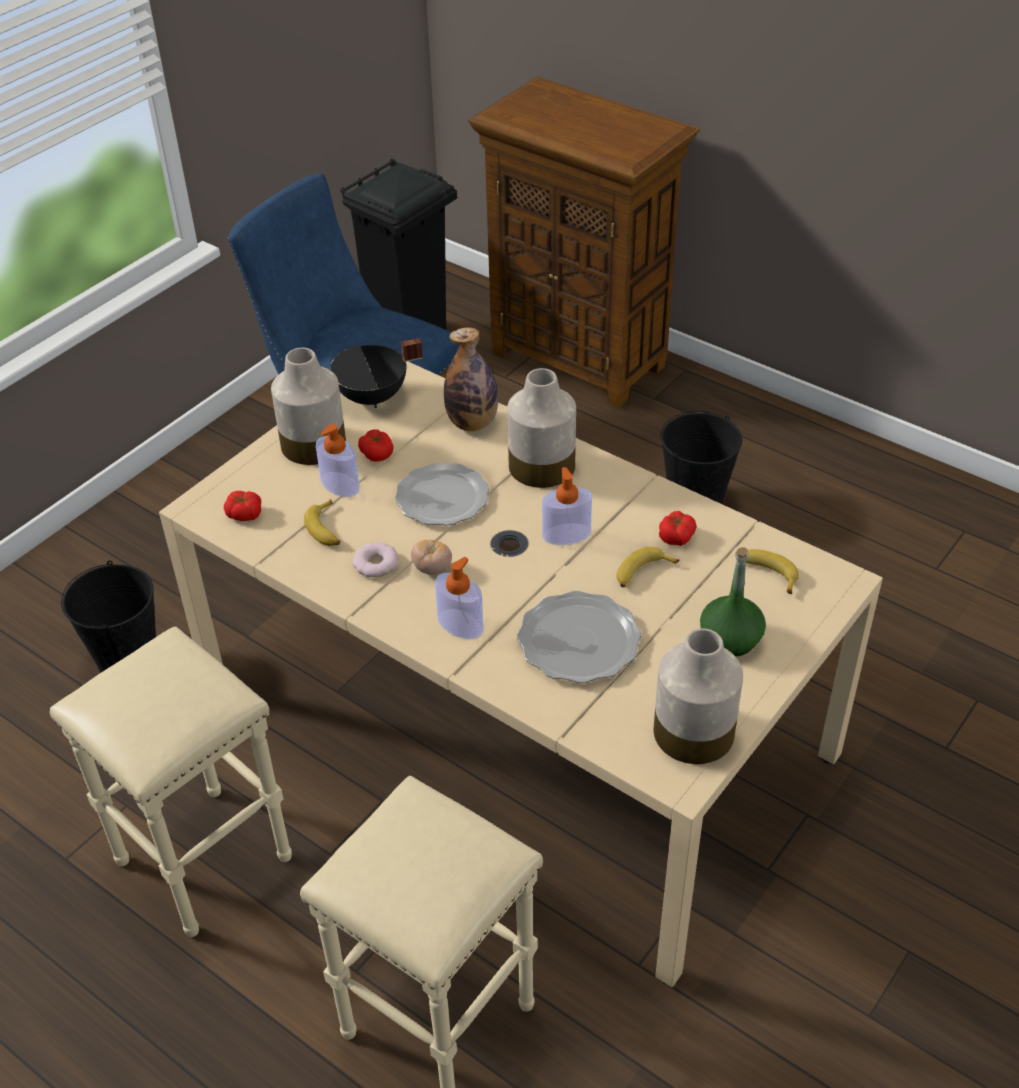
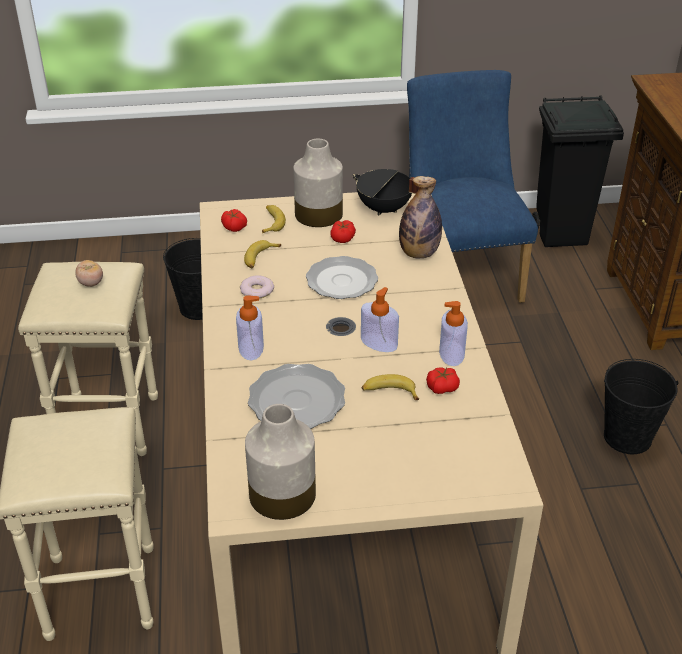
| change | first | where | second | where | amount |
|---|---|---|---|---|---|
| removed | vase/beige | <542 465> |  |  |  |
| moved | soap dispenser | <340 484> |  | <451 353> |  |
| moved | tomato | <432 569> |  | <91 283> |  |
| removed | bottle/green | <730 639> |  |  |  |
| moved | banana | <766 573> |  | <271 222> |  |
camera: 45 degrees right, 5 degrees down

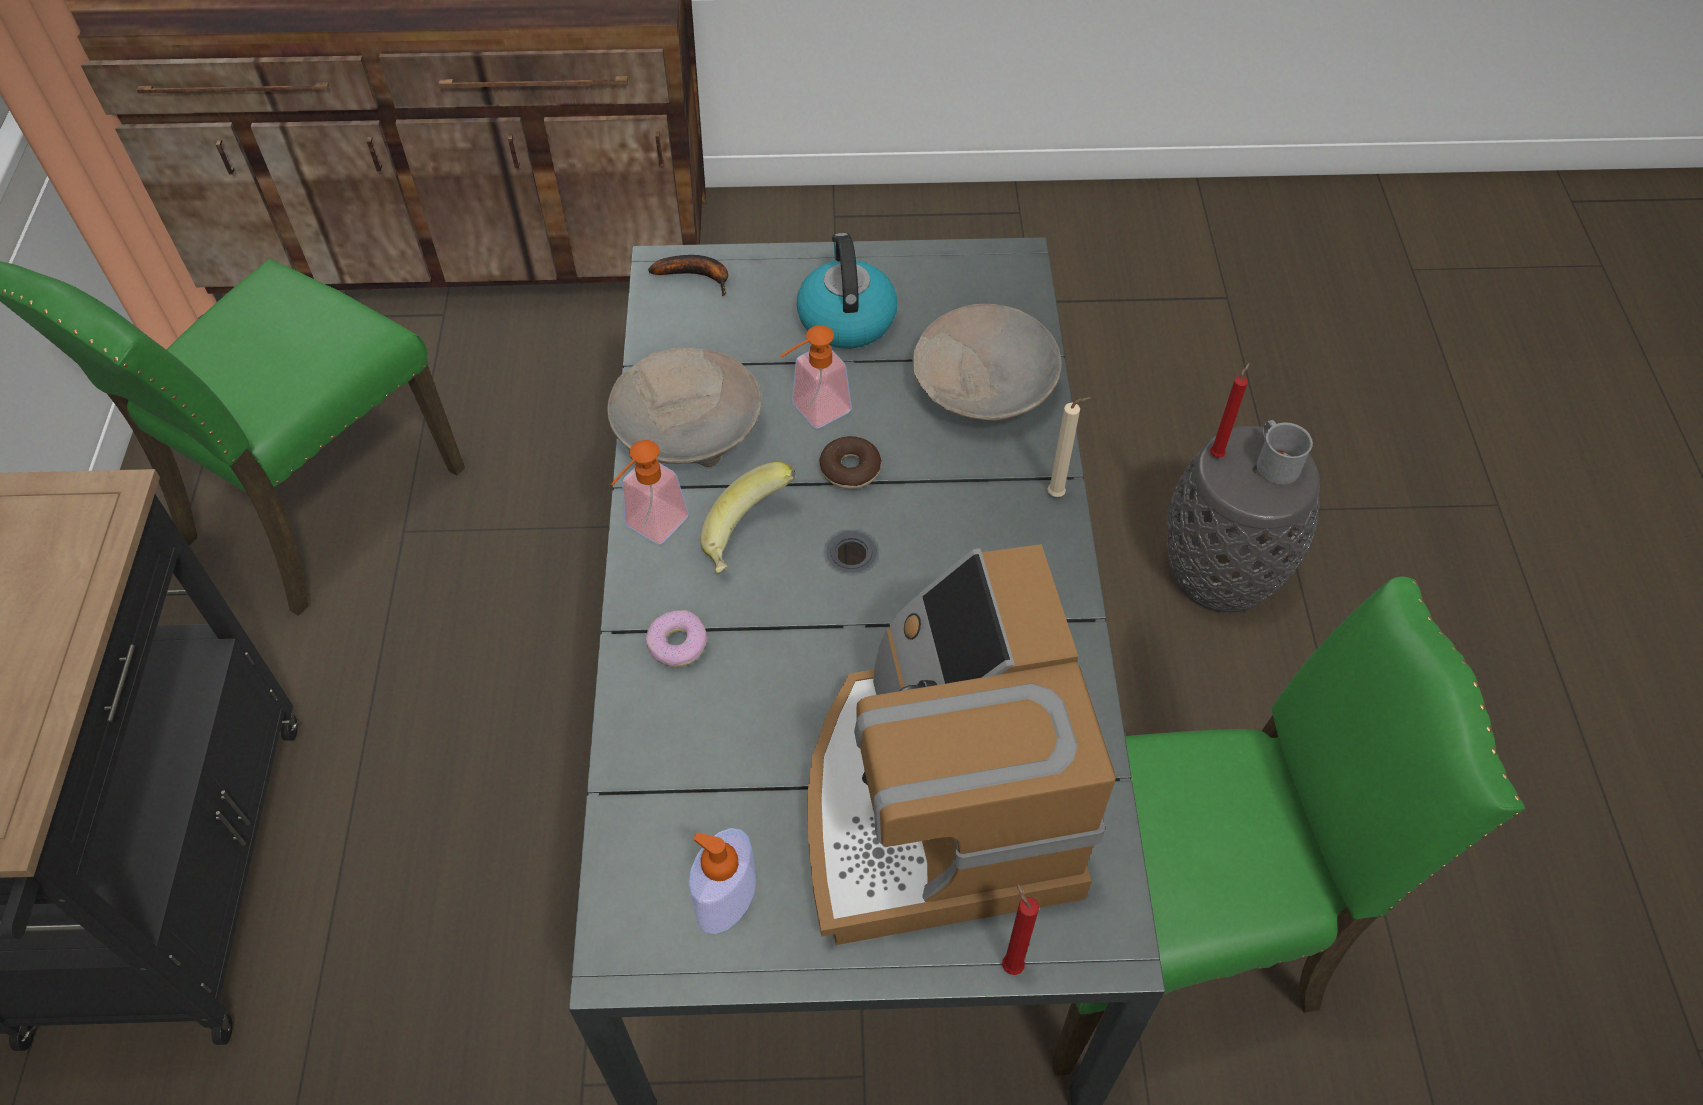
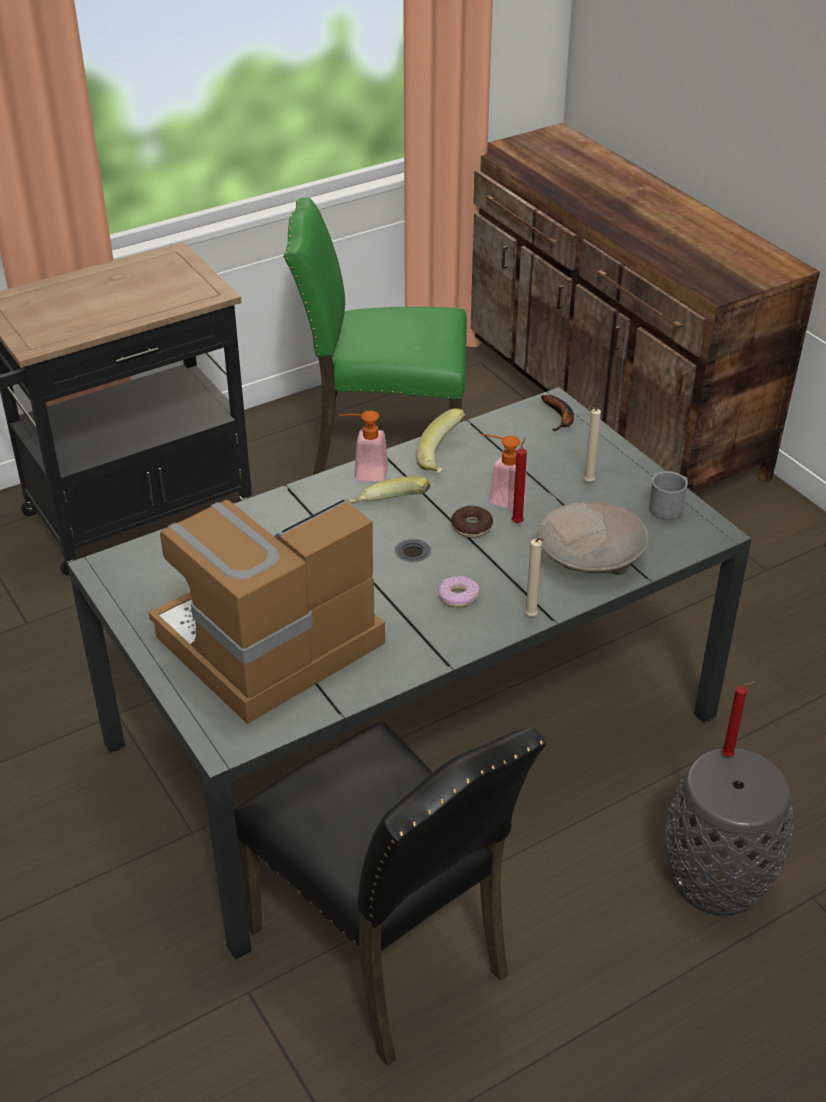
| change | first | where | second | where | amount |
|---|---|---|---|---|---|
| replaced | kettle | <846 318> | candle/beige | <587 482> |  |
| replaced | bowl/beige | <688 429> | banana | <444 459> |  |
| moved | mug/grey | <1274 462> |  | <669 506> |  |
| recoloured | chair/green | <1165 934> | chair/black | <385 952> |  |
| moved | donut | <677 644> |  | <458 596> |  |
| removed | soap dispenser | <726 897> |  |  |  |
| moved | candle/red | <1010 964> |  | <518 521> |  |
camera: 60 degrees right, 15 degrees down

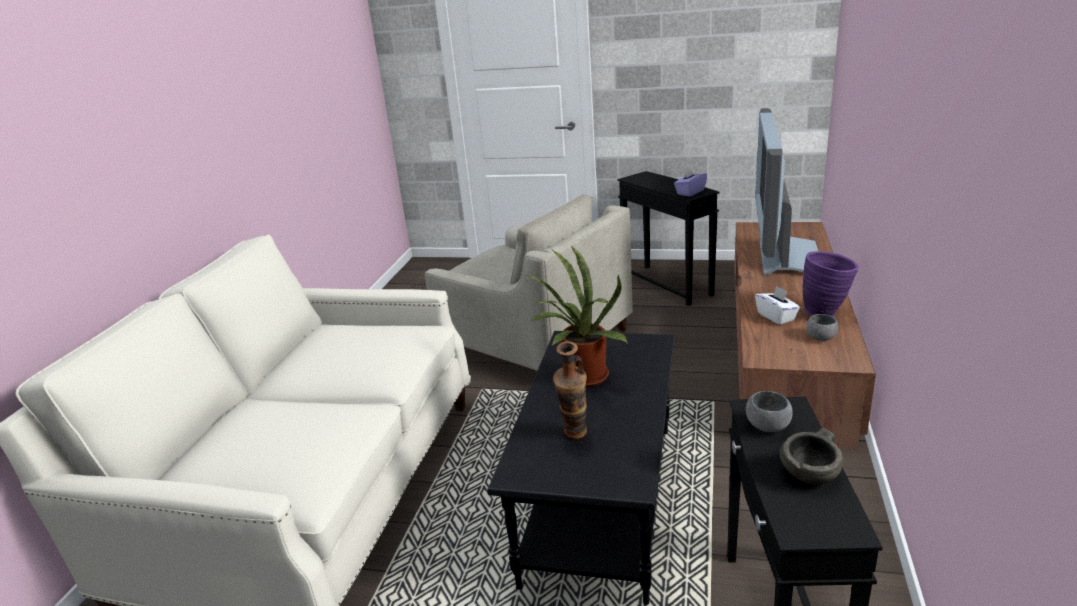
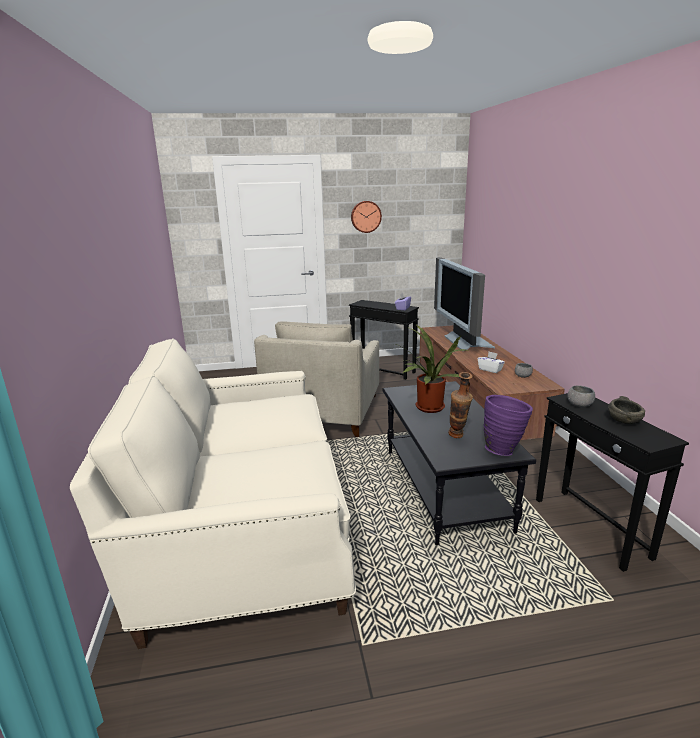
| change | first | where | second | where | amount |
|---|---|---|---|---|---|
| turned | armchair/beige | <533 342> |  | <325 411> | 90 degrees clockwise |
| moved | vase/purple | <826 313> |  | <503 449> |  |
| added |  |  | wall clock | <365 216> |  |
camera: 25 degrees left, 5 degrees down

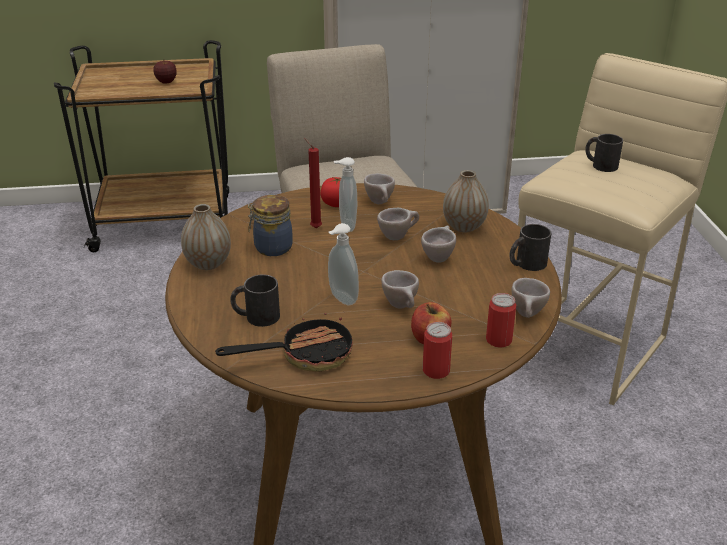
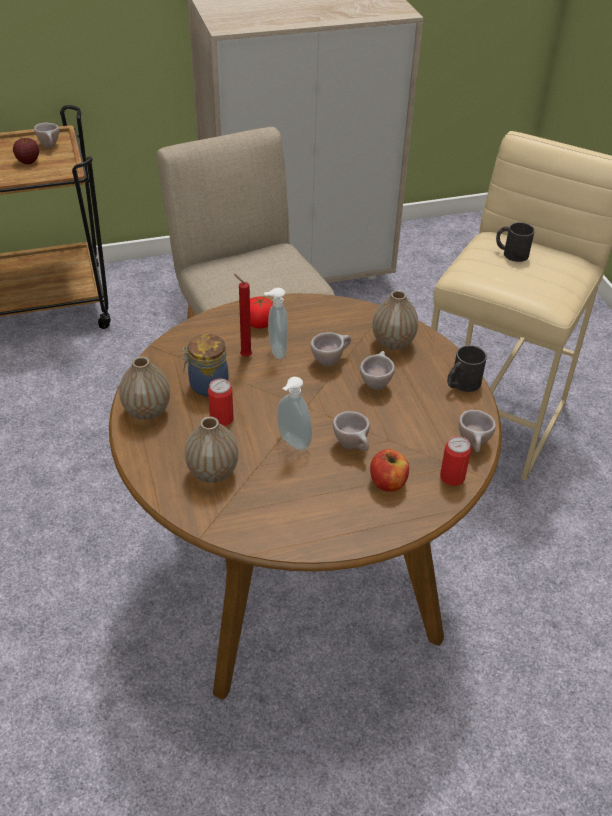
| change | first | where | second | where | amount |
|---|---|---|---|---|---|
| moved | cup/beige | <381 203> |  | <50 146> |  |
| replaced | mug/black | <256 316> | vase | <212 472> |  |
| removed | frying pan | <305 355> |  |  |  |
| moved | can | <436 370> |  | <221 419> |  |
camera: 10 degrees left, 10 degrees up

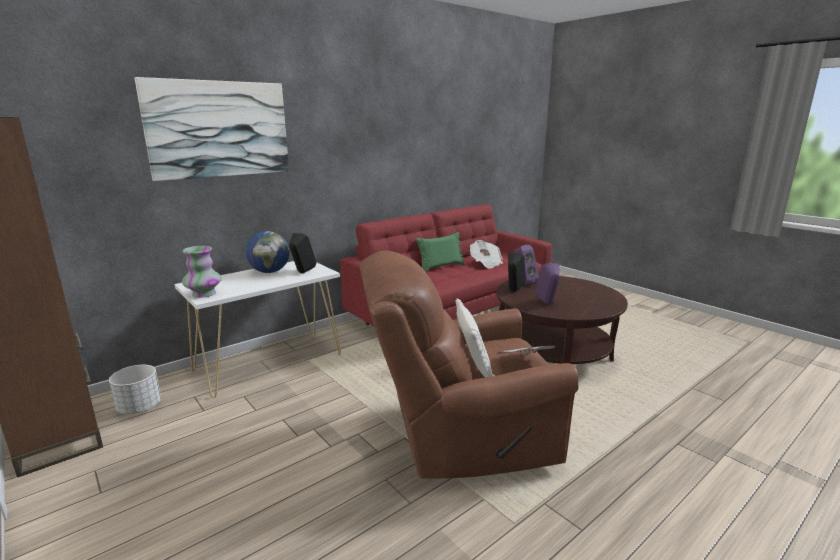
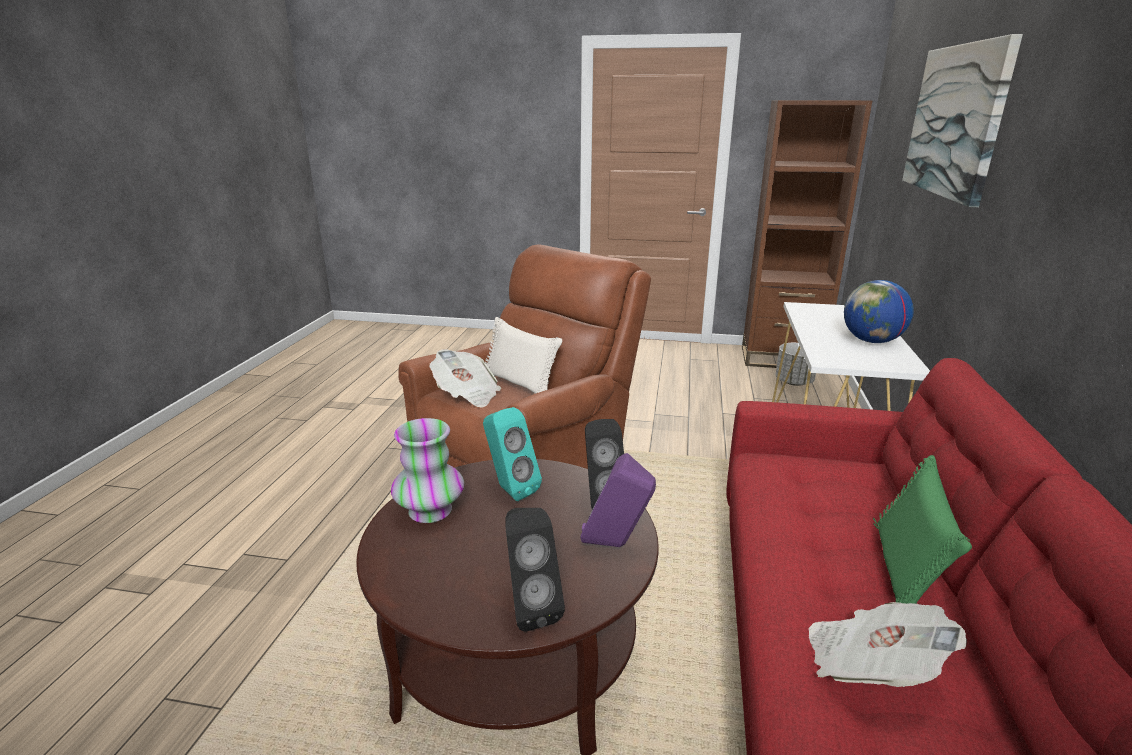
| change | first | where | second | where | amount |
|---|---|---|---|---|---|
| moved | speaker/black | <302 273> |  | <529 608> |  |
| moved | vase | <204 294> |  | <430 511> |  |
| recoloured | speaker/purple | <547 304> | speaker/turquoise | <509 490> |  |
camera: 140 degrees right, 5 degrees up

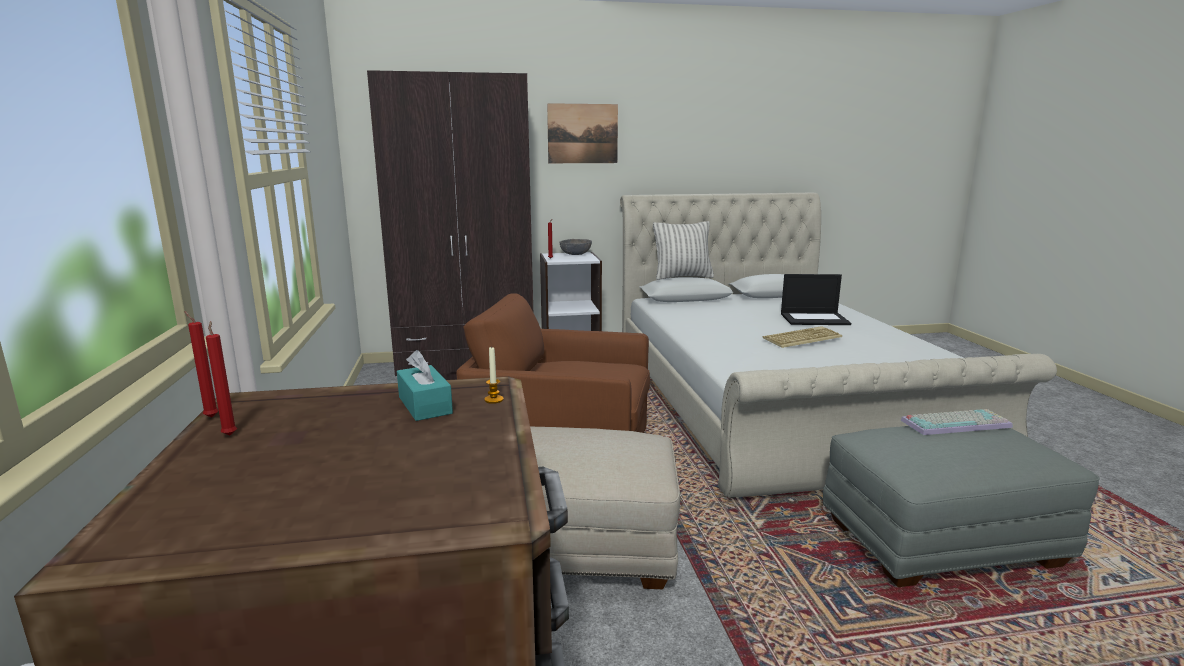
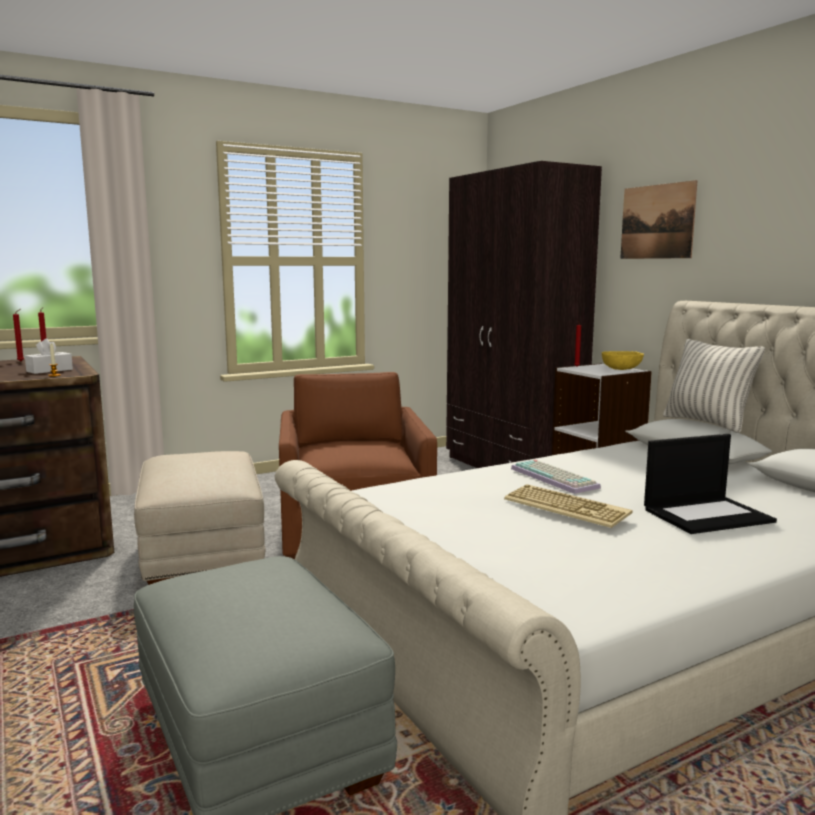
| change | first | where | second | where | amount |
|---|---|---|---|---|---|
| recoloured | bowl/grey | <576 254> | bowl/yellow | <621 369> |  |
| turned | laptop | <815 319> |  | <708 515> | 90 degrees counterclockwise |
| recoloured | tissue box/turquoise | <425 405> | tissue box/white | <49 370> |  |
| moved | keyboard | <955 423> |  | <556 478> |  |
camera: 70 degrees right, 5 degrees down

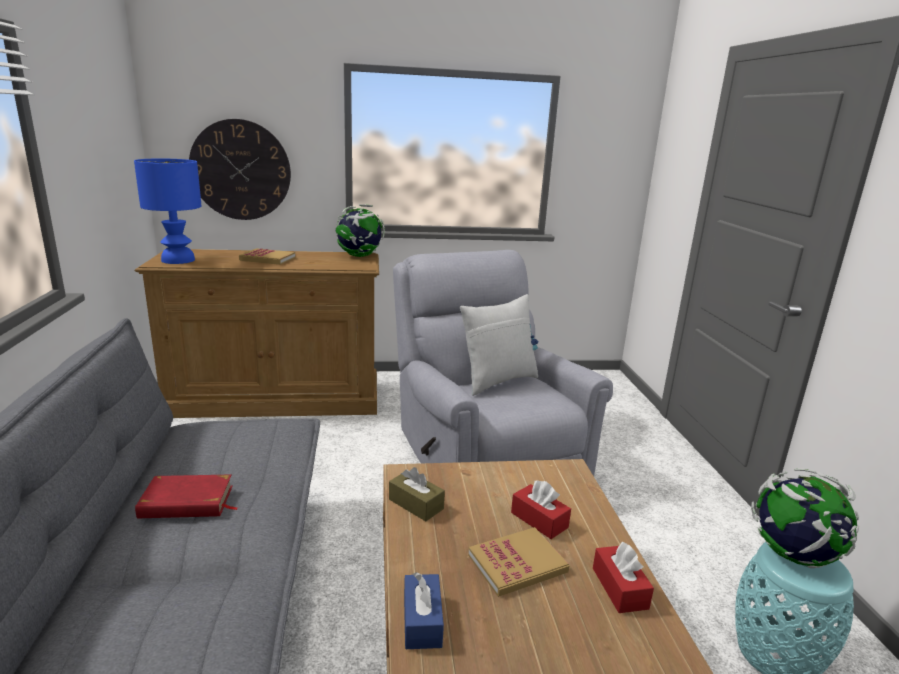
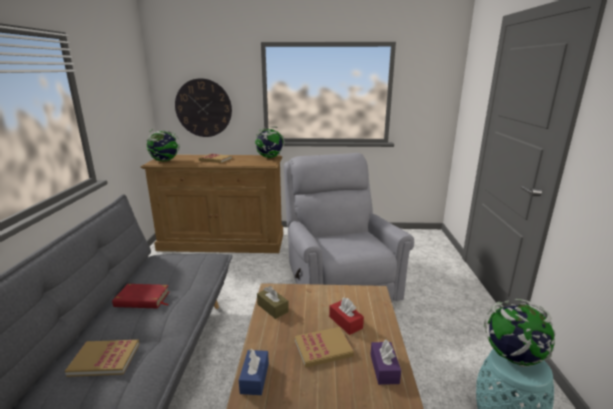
| change | first | where | second | where | amount |
|---|---|---|---|---|---|
| replaced | table lamp/blue | <177 260> | globe | <165 161> |  |
| removed | pillow/grey | <498 382> |  |  |  |
| recoloured | tissue box/red | <619 588> | tissue box/purple | <384 369> |  |
| added |  |  | book | <104 359> |  |
camera: 10 degrees right, 0 degrees up

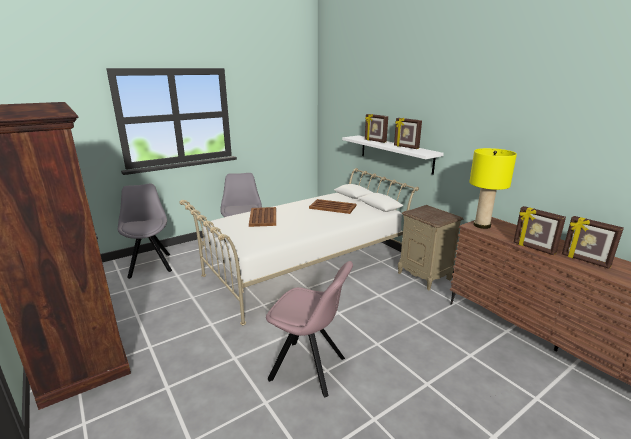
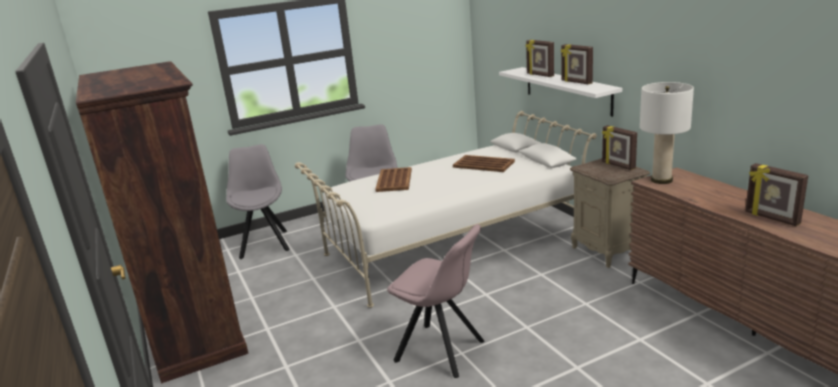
| change | first | where | second | where | amount |
|---|---|---|---|---|---|
| recoloured | table lamp/yellow | <481 225> | table lamp/white | <661 180> |  |
| moved | picture frame | <533 248> |  | <618 165> |  |
camera: 10 degrees right, 0 degrees up

